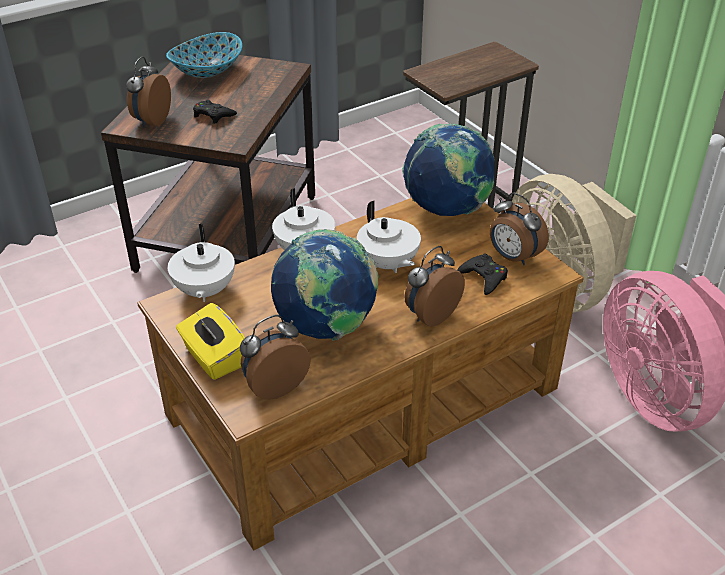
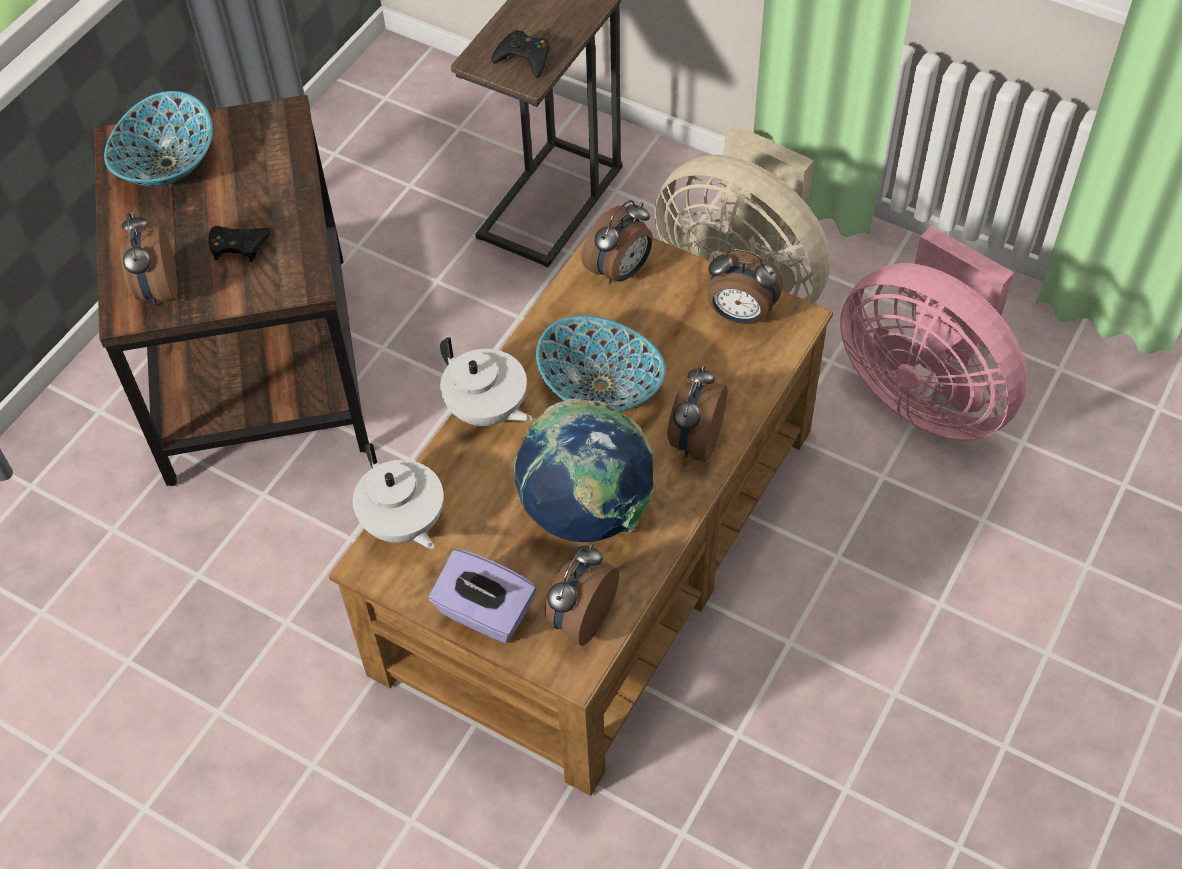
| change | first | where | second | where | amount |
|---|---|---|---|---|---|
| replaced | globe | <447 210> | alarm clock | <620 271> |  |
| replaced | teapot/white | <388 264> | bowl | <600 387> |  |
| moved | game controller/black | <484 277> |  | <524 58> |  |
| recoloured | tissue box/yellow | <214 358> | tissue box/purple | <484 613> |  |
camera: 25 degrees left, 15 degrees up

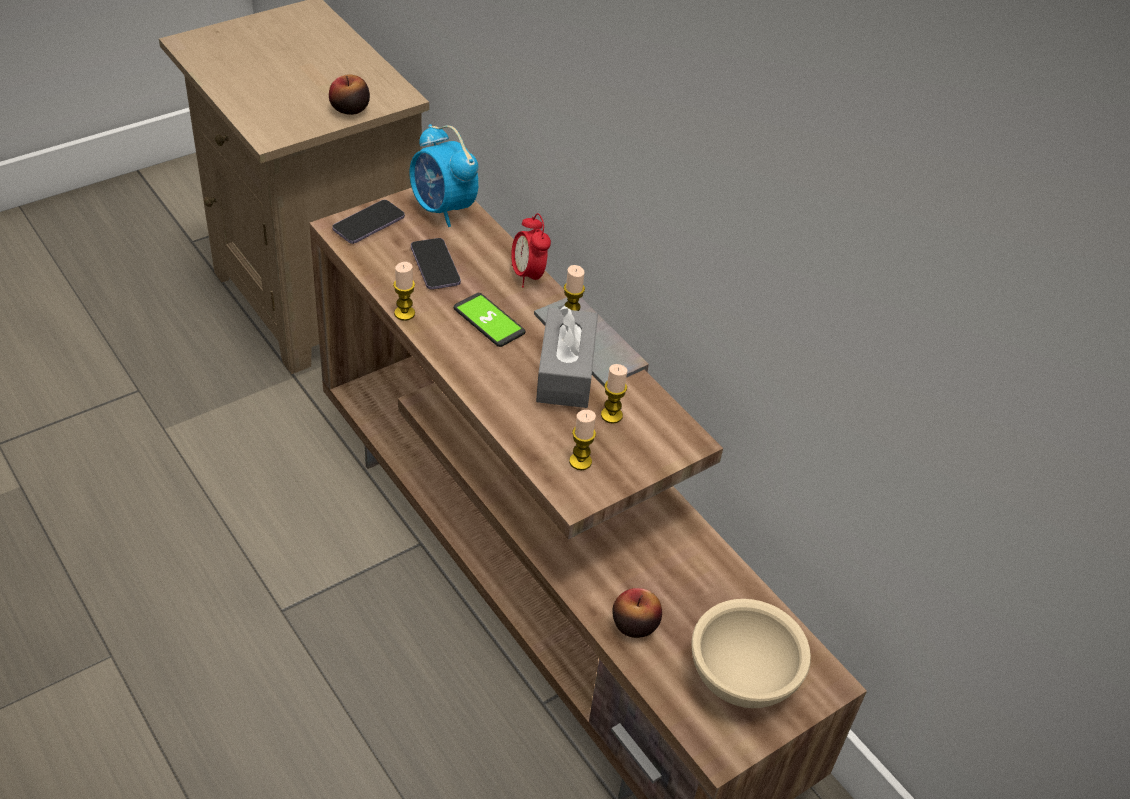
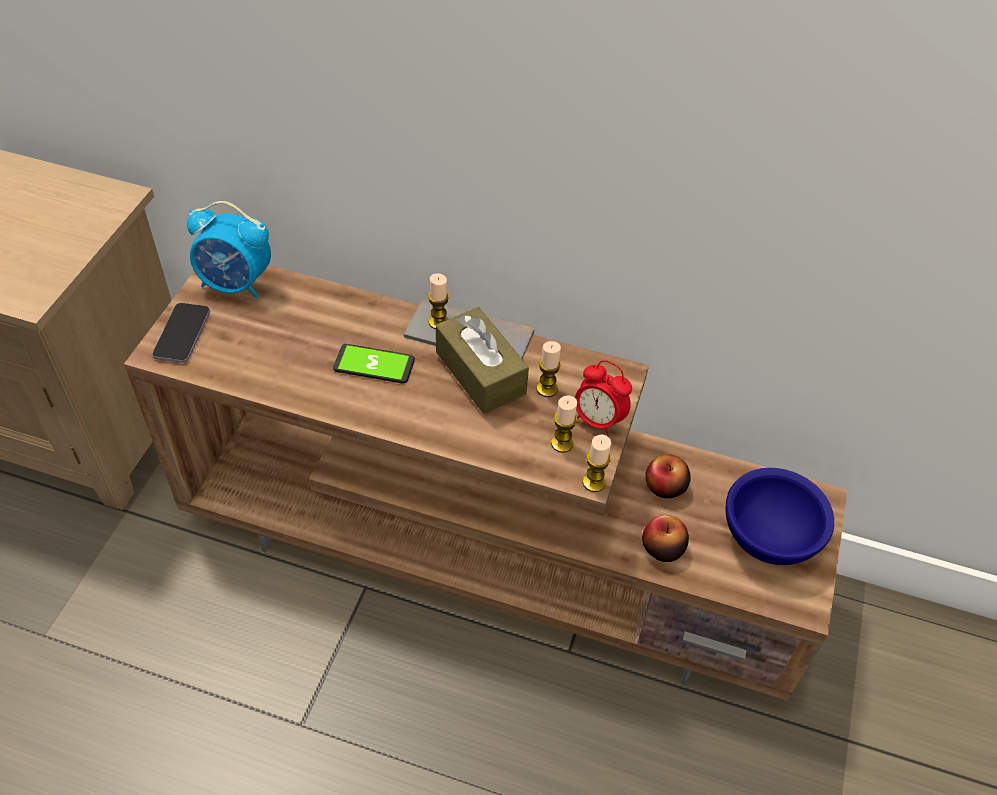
| change | first | where | second | where | amount |
|---|---|---|---|---|---|
| moved | apple | <349 108> |  | <665 486> |  |
| moved | alarm clock | <528 275> |  | <597 421> |  |
| removed | phone | <435 266> |  |  |  |
| moved | candle | <404 313> |  | <593 482> |  |
| recoloured | tissue box/grey | <565 372> | tissue box/brown | <480 373> |  |
| recoloured | bowl/beige | <743 677> | bowl/blue | <768 537> |  |
camera: 35 degrees left, 5 degrees up

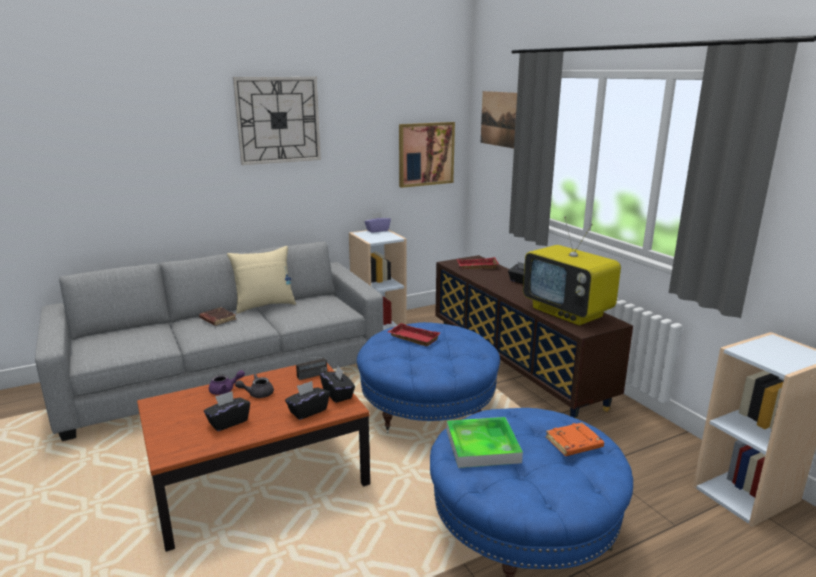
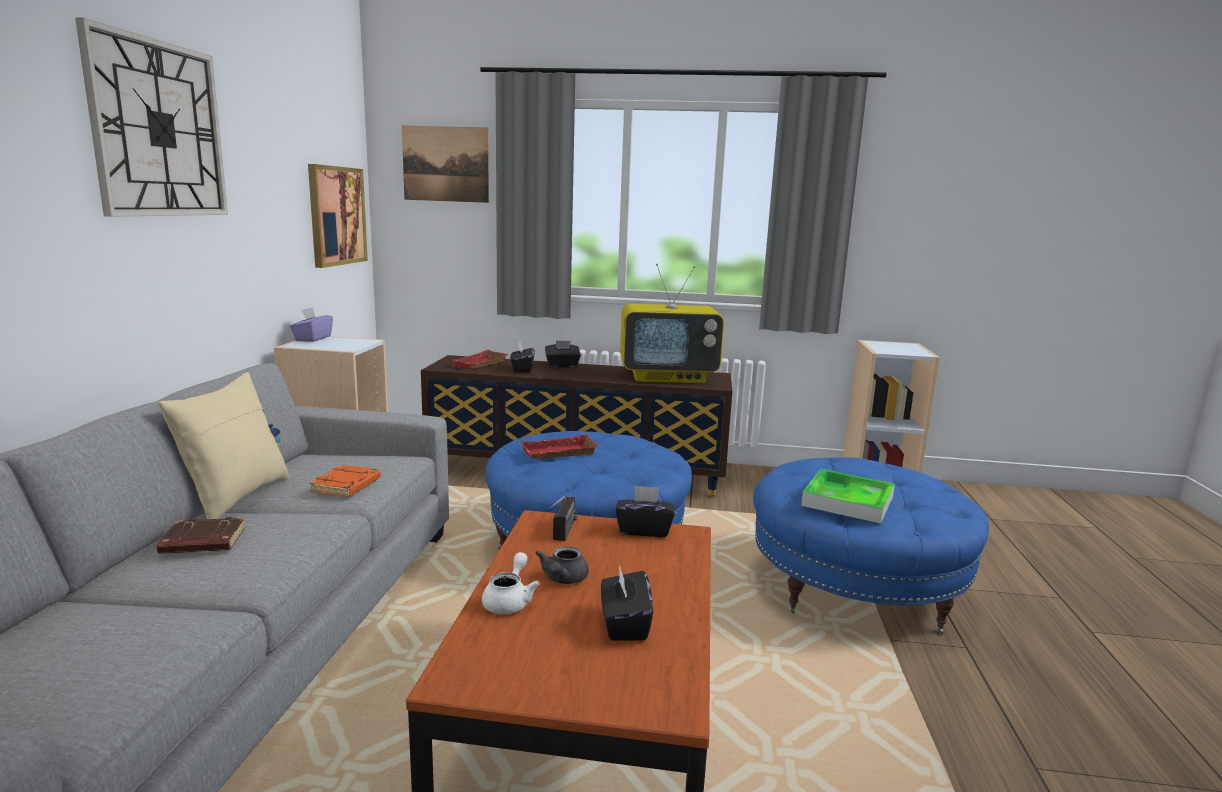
| change | first | where | second | where | amount |
|---|---|---|---|---|---|
| recoloured | teapot/purple | <225 390> | teapot/white | <510 601> |  |
| moved | tissue box/black | <308 411> |  | <522 369> |  |
| moved | book/orange | <573 443> |  | <346 486> |  |
camera: 55 degrees left, 5 degrees down

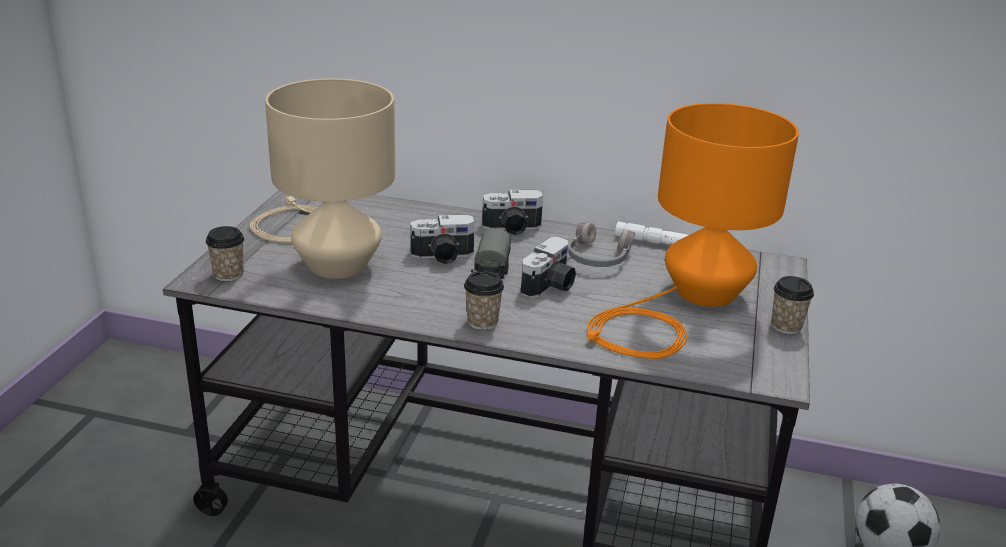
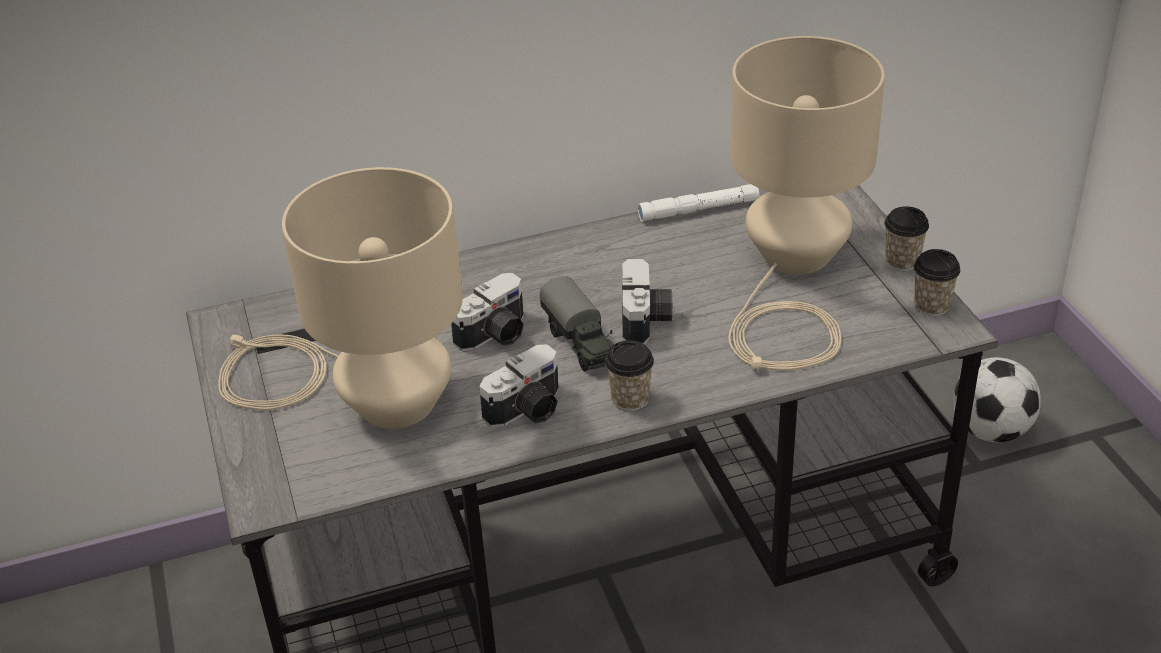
| change | first | where | second | where | amount |
|---|---|---|---|---|---|
| recoloured | table lamp/orange | <679 307> | table lamp/beige | <791 285> |  |
| moved | photo camera | <512 228> |  | <528 410> |  |
| removed | headphones/grey | <597 257> |  |  |  |
| moved | cup | <228 274> |  | <931 306> |  |
camera: 30 degrees left, 10 degrees up

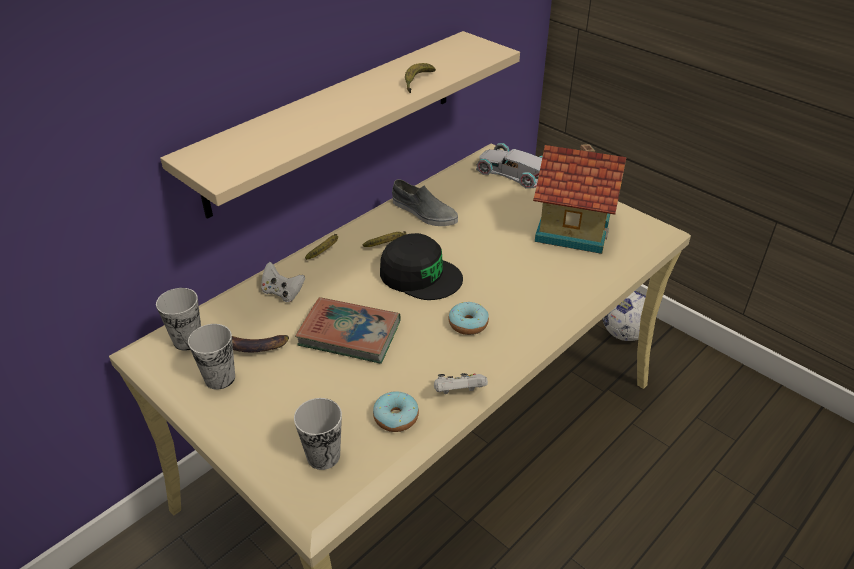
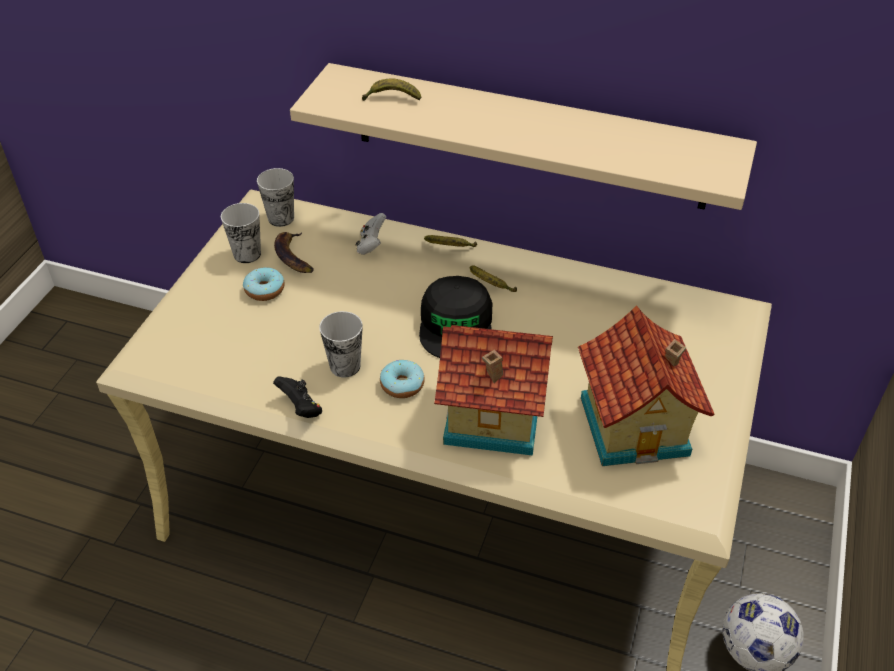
| change | first | where | second | where | amount |
|---|---|---|---|---|---|
| moved | banana | <417 82> |  | <392 98> |  |
| removed | toy car/white | <513 171> |  |  |  |
| removed | shoe/grey | <423 212> |  |  |  |
| removed | book | <349 334> |  |  |  |
| recoloured | game controller/white | <458 393> | game controller/black | <301 408> |  |
| moved | donut | <396 417> |  | <264 290> |  |
| moved | cup | <323 456> |  | <345 366> |  |
| added |  |  | toy house | <493 418> |  |
camera: 65 degrees right, 5 degrees up

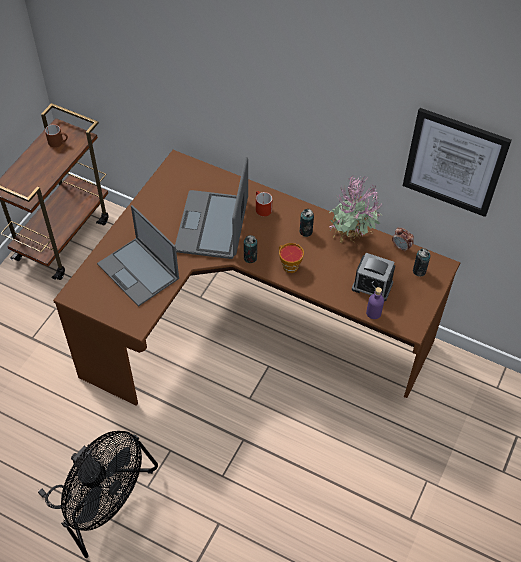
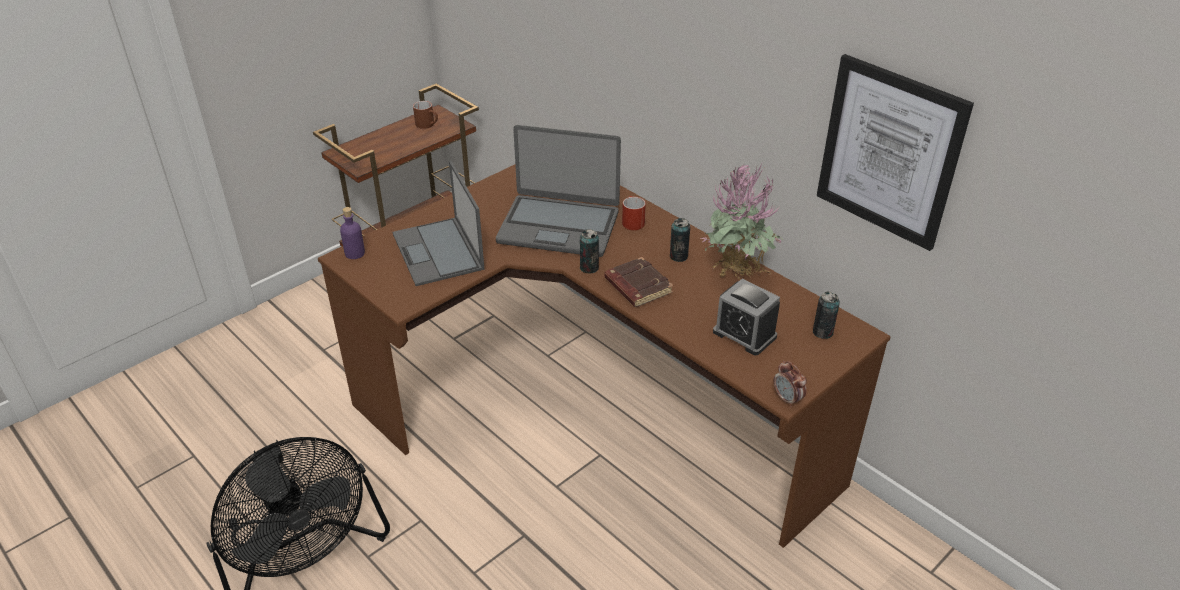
| change | first | where | second | where | amount |
|---|---|---|---|---|---|
| turned | laptop | <213 225> |  | <559 226> | 105 degrees counterclockwise |
| moved | alarm clock | <401 247> |  | <787 399> |  |
| replaced | cup | <288 265> | book/brown | <637 286> |  |
| moved | bottle/purple | <373 313> |  | <355 253> |  |
camera: 20 degrees right, 15 degrees down

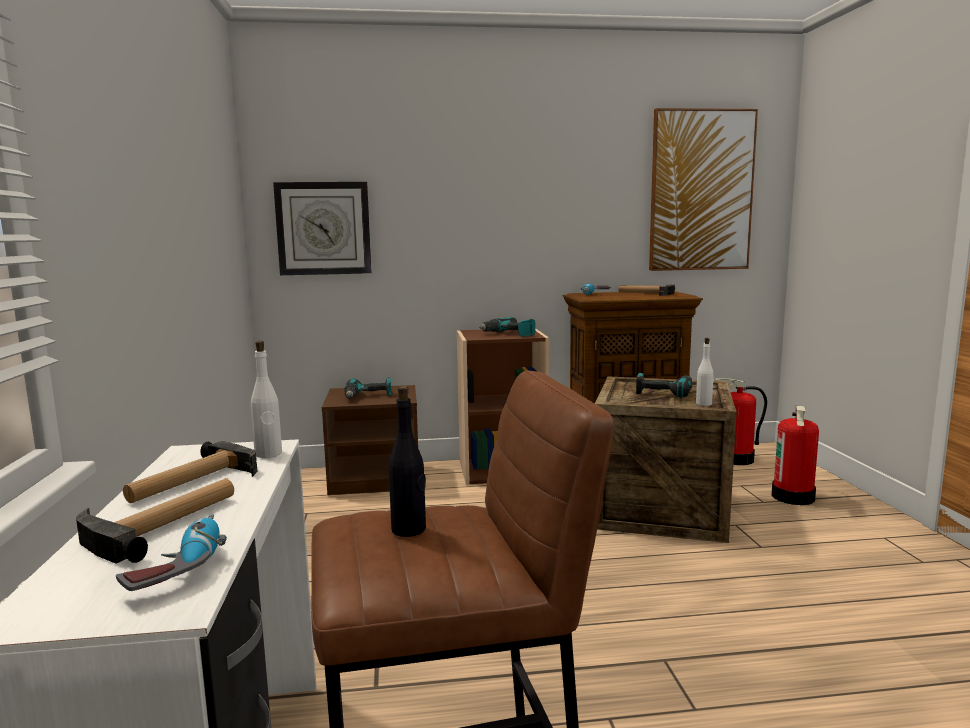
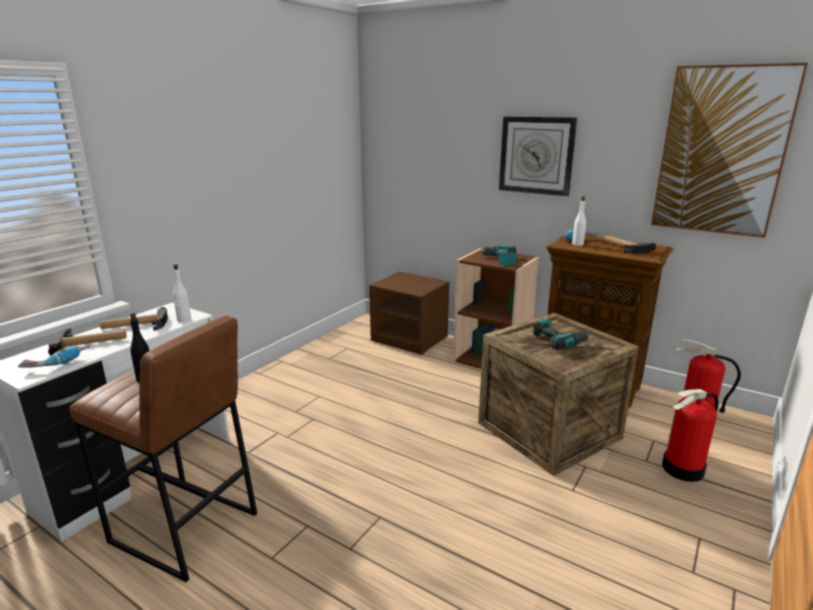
| change | first | where | second | where | amount |
|---|---|---|---|---|---|
| moved | wall clock | <323 228> |  | <536 155> |  |
| moved | bottle/white | <704 404> |  | <578 244> |  |
| removed | power drill | <368 396> |  |  |  |
camera: 40 degrees right, 10 degrees up

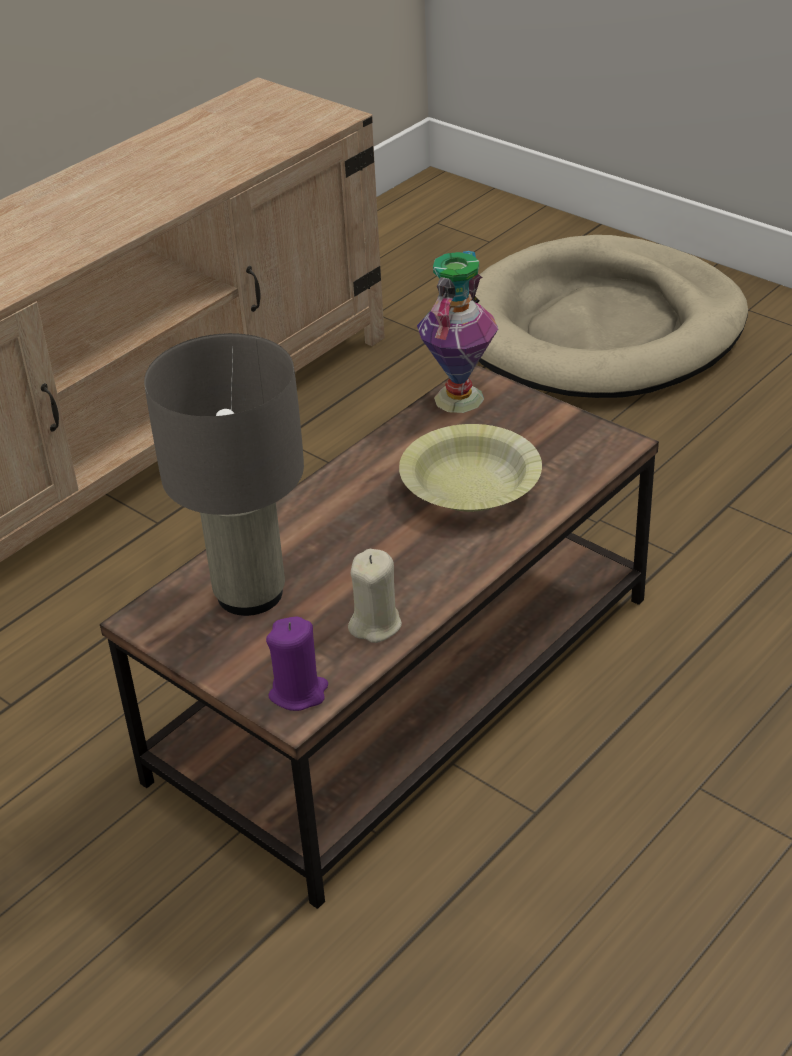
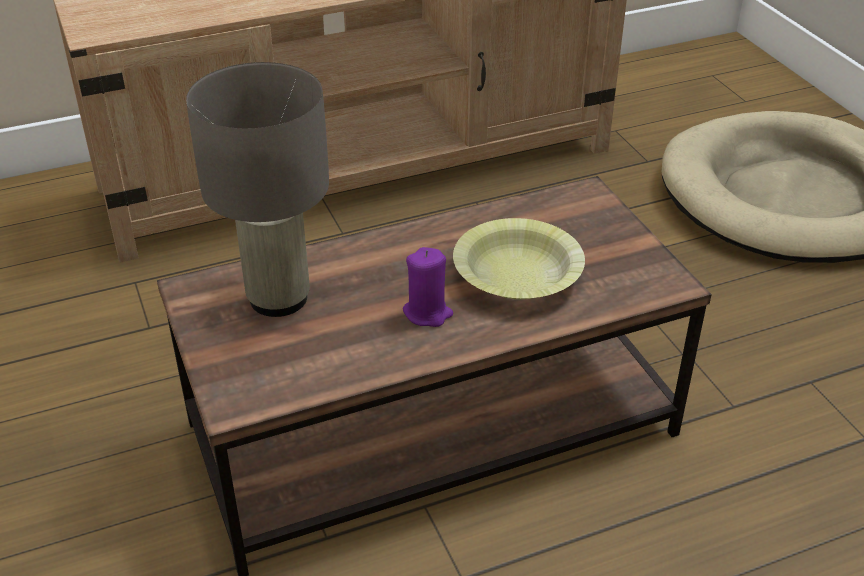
| change | first | where | second | where | amount |
|---|---|---|---|---|---|
| removed | vase | <458 398> |  |  |  |
| removed | candle/beige | <375 624> |  |  |  |
| moved | candle/purple | <298 692> |  | <427 313> |  |
camera: 25 degrees right, 0 degrees up

